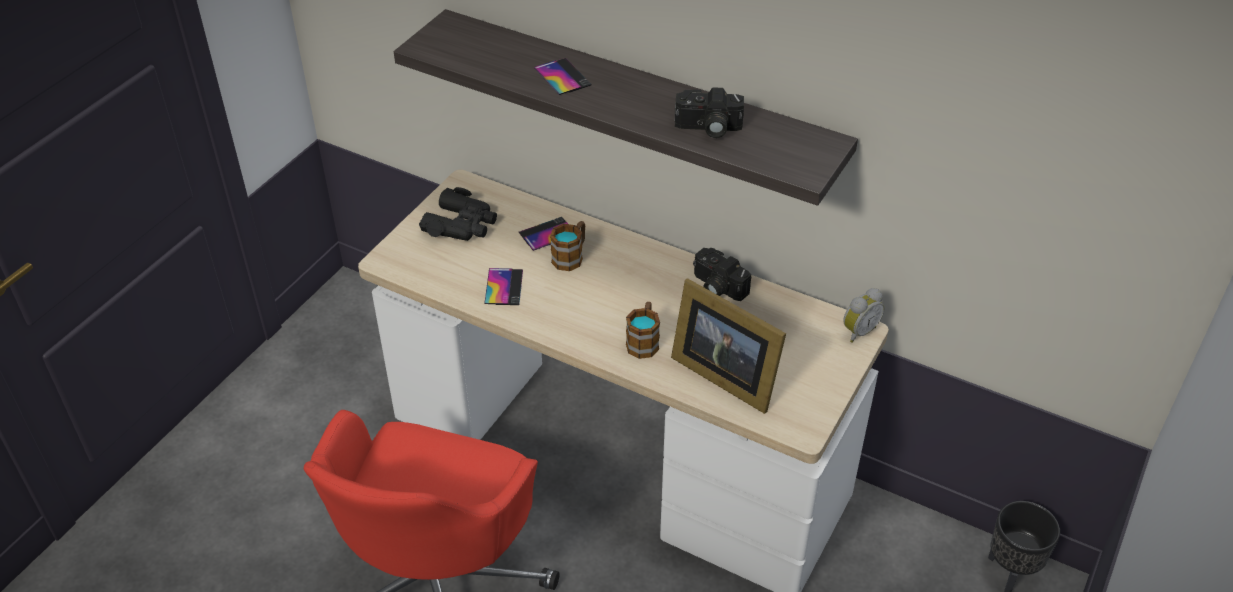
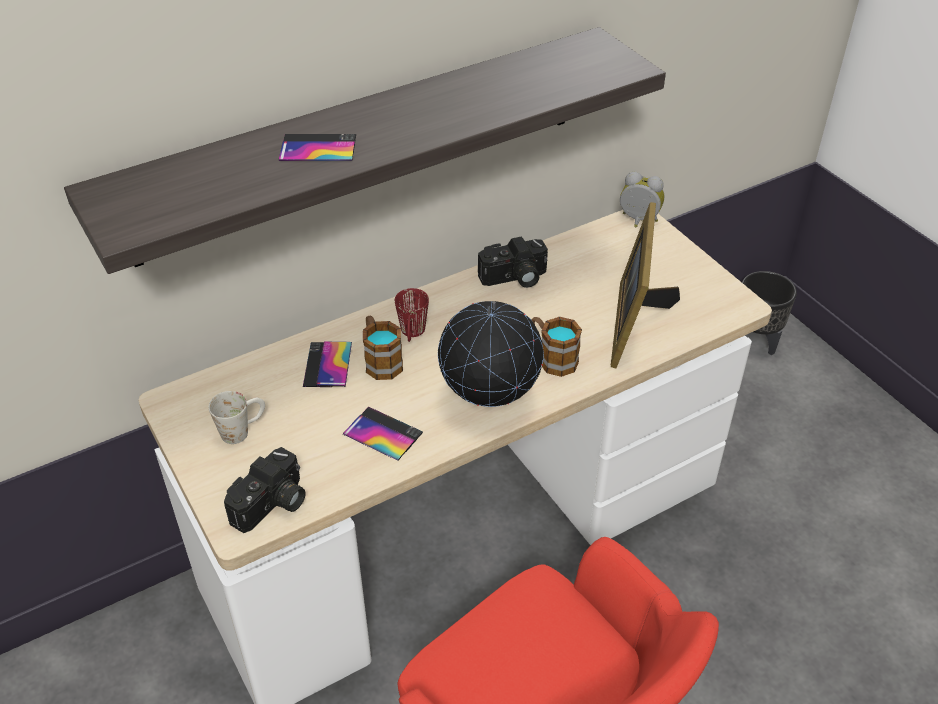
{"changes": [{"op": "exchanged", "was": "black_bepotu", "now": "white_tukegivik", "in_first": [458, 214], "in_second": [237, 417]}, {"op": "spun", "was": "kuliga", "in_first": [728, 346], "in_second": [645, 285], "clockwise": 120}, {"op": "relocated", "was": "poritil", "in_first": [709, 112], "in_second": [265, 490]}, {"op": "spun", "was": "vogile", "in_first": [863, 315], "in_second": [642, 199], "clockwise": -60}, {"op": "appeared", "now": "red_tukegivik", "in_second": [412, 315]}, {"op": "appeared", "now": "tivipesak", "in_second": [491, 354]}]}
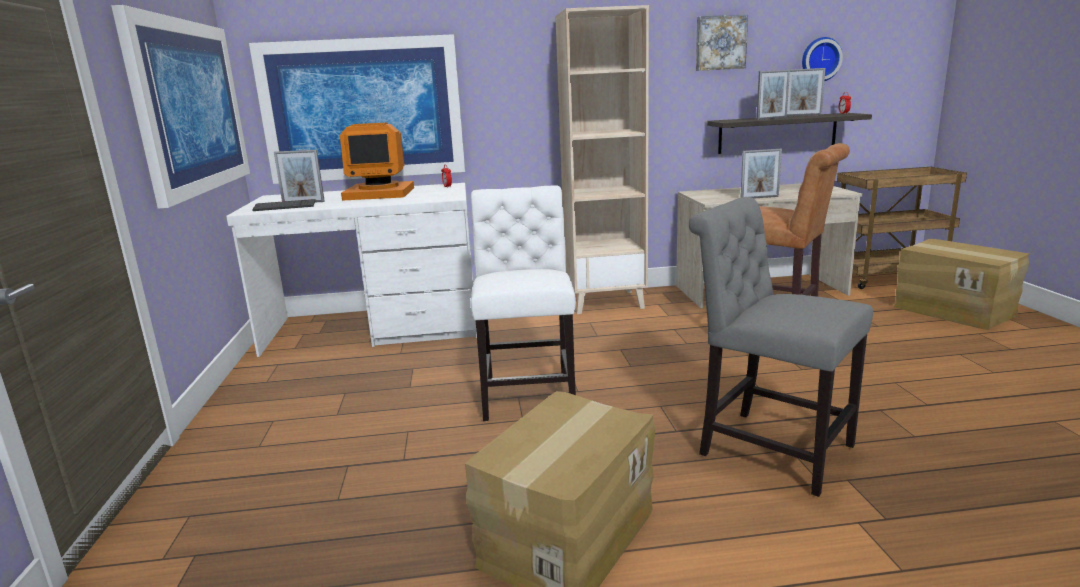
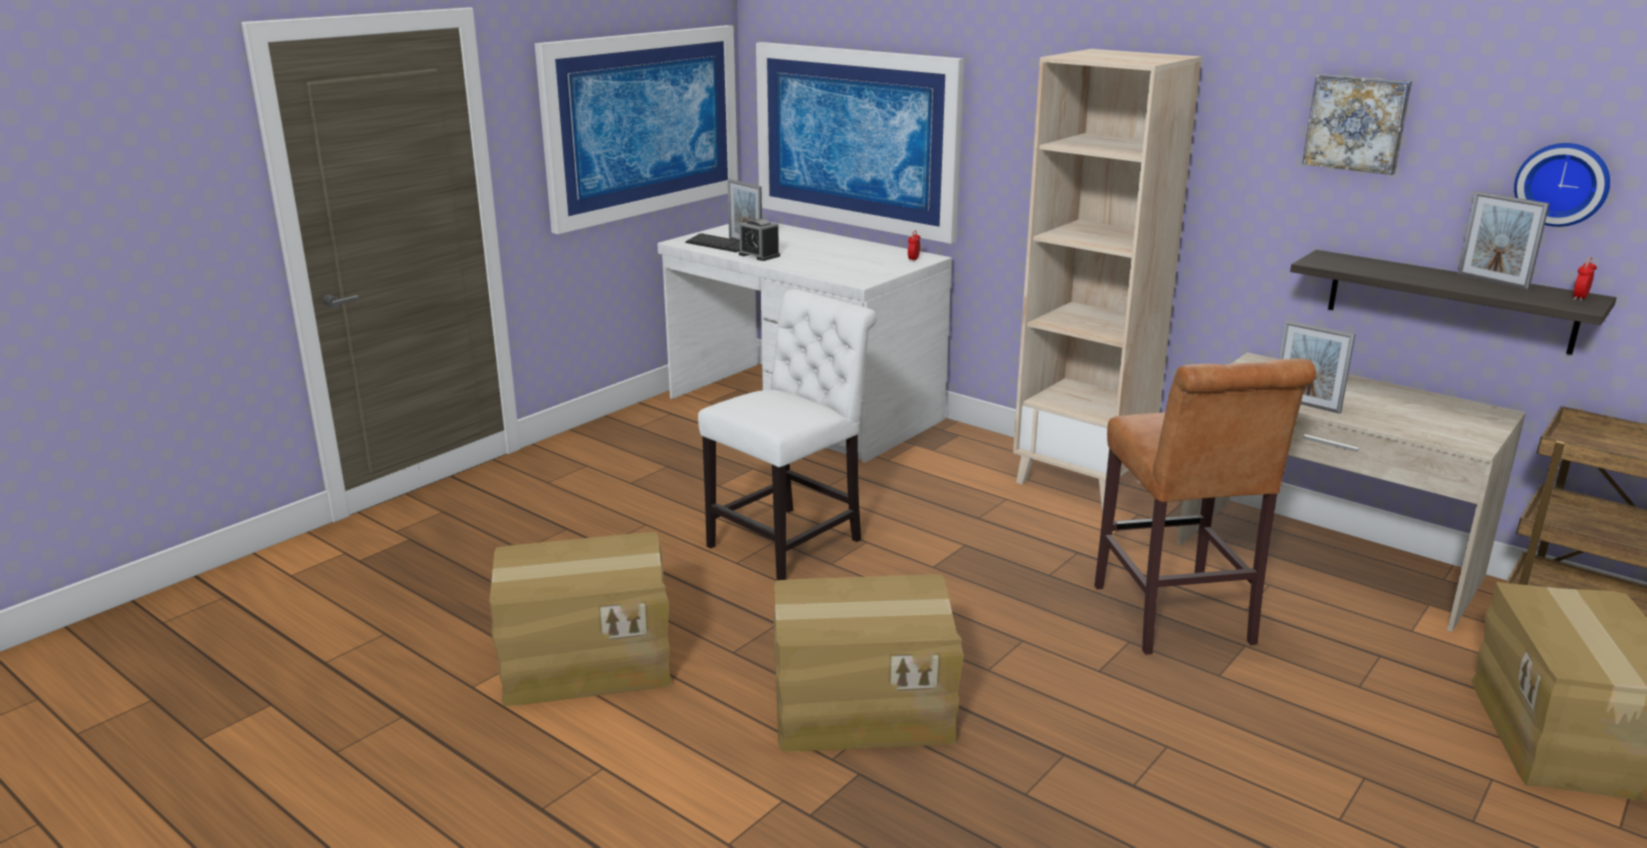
{"changes": [{"op": "missing", "was": "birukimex", "in_first": [377, 161]}, {"op": "exchanged", "was": "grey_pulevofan", "now": "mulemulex", "in_first": [781, 347], "in_second": [869, 662]}, {"op": "missing", "was": "kuliga", "in_first": [773, 95]}, {"op": "appeared", "now": "vogile", "in_second": [759, 240]}]}
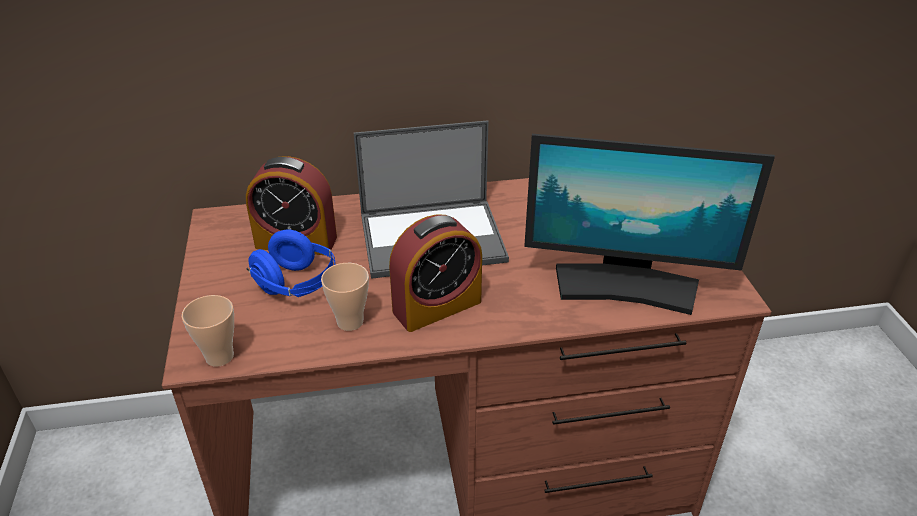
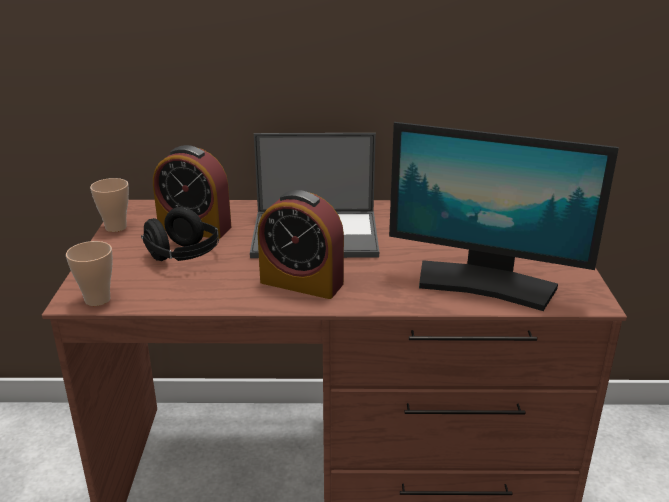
{"changes": [{"op": "colour", "was": "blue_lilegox", "now": "black_lilegox", "in_first": [291, 263], "in_second": [180, 234]}, {"op": "relocated", "was": "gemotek", "in_first": [345, 297], "in_second": [109, 205]}, {"op": "spun", "was": "vogile", "in_first": [435, 273], "in_second": [301, 244], "clockwise": 45}]}
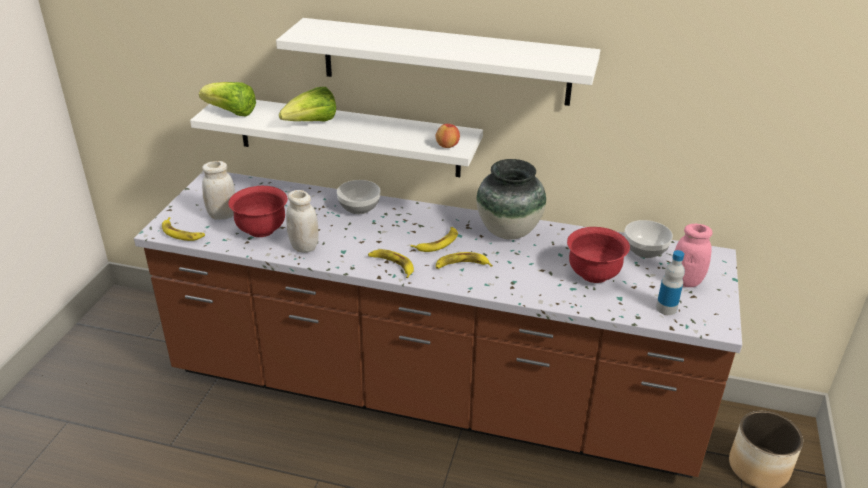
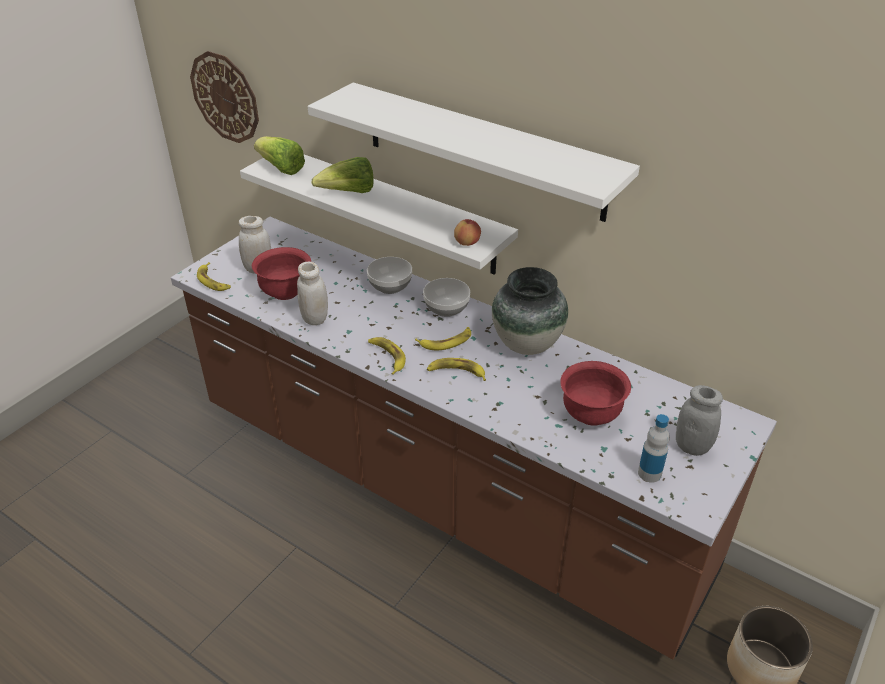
{"changes": [{"op": "relocated", "was": "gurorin", "in_first": [648, 239], "in_second": [446, 297]}, {"op": "colour", "was": "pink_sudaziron", "now": "grey_sudaziron", "in_first": [694, 255], "in_second": [699, 420]}, {"op": "appeared", "now": "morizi", "in_second": [224, 97]}]}
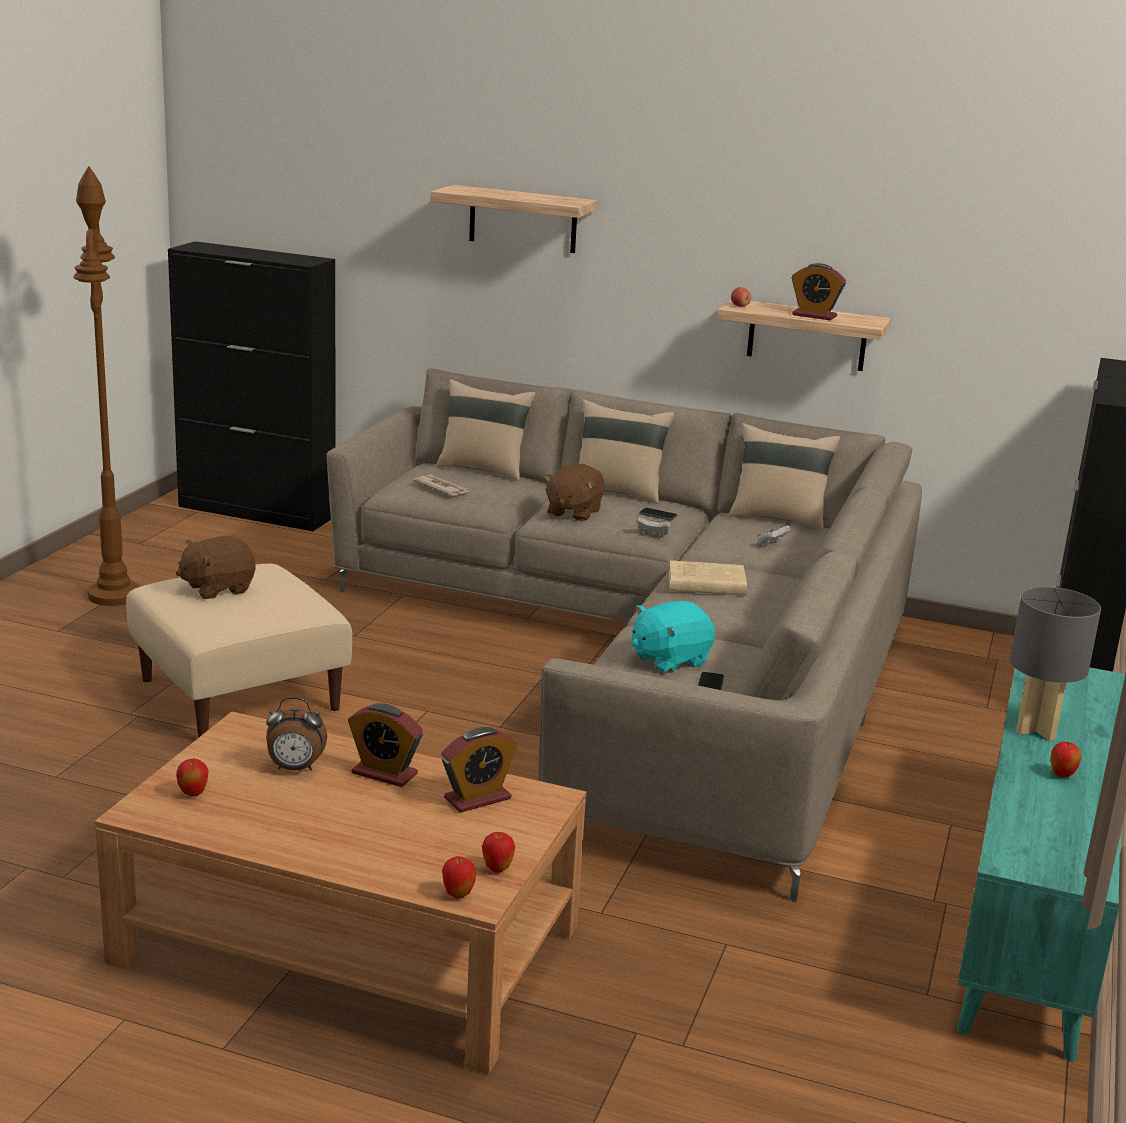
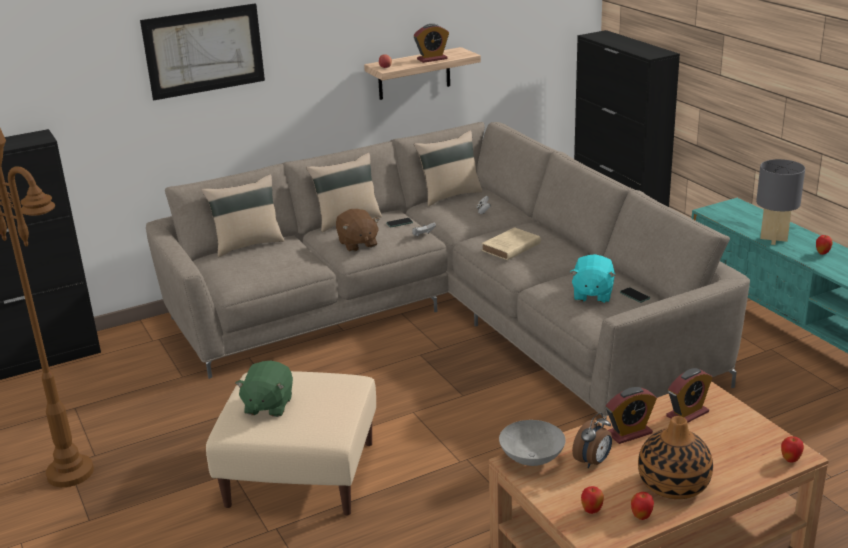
{"changes": [{"op": "colour", "was": "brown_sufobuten", "now": "green_sufobuten", "in_first": [216, 567], "in_second": [264, 389]}, {"op": "missing", "was": "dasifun", "in_first": [442, 485]}, {"op": "exchanged", "was": "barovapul", "now": "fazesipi", "in_first": [513, 219], "in_second": [202, 51]}, {"op": "spun", "was": "vogile", "in_first": [479, 770], "in_second": [689, 395], "clockwise": 45}, {"op": "relocated", "was": "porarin", "in_first": [498, 852], "in_second": [642, 506]}, {"op": "appeared", "now": "grey_gurorin", "in_second": [532, 443]}, {"op": "appeared", "now": "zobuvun", "in_second": [675, 457]}]}
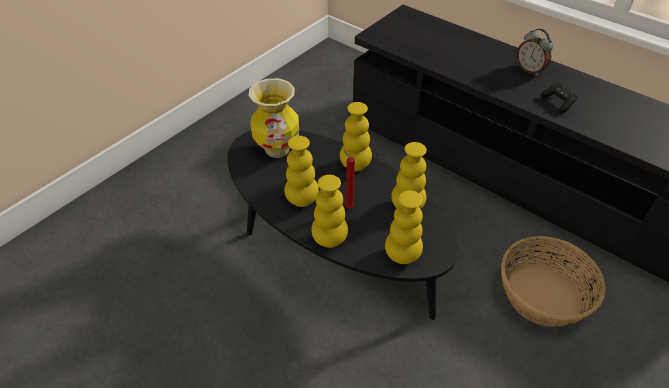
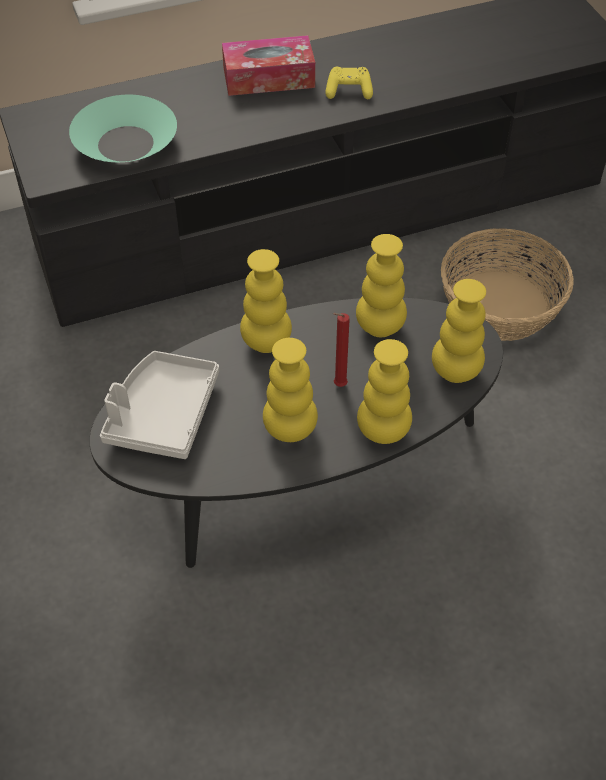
{"changes": [{"op": "exchanged", "was": "zobuvun", "now": "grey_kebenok", "in_first": [273, 118], "in_second": [159, 405]}, {"op": "exchanged", "was": "vogile", "now": "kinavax", "in_first": [534, 52], "in_second": [268, 65]}, {"op": "colour", "was": "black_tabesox", "now": "yellow_tabesox", "in_first": [559, 98], "in_second": [349, 83]}, {"op": "appeared", "now": "turquoise_gurorin", "in_second": [123, 128]}]}
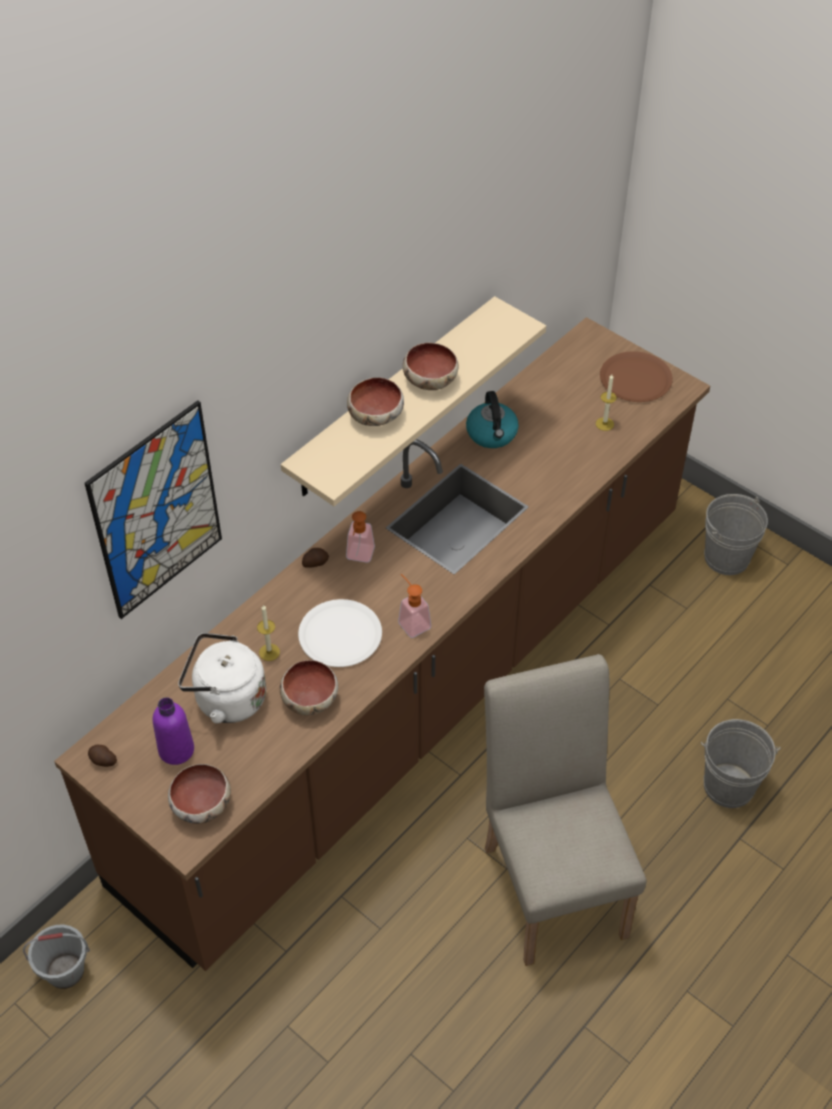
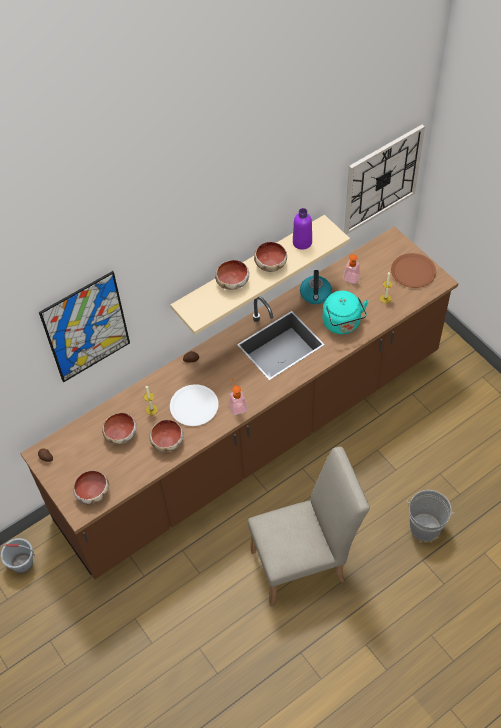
{"changes": [{"op": "relocated", "was": "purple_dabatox", "in_first": [173, 731], "in_second": [302, 229]}, {"op": "exchanged", "was": "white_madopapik", "now": "gurorin", "in_first": [222, 678], "in_second": [119, 428]}, {"op": "relocated", "was": "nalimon", "in_first": [360, 537], "in_second": [351, 269]}, {"op": "spun", "was": "beige_pulevofan", "in_first": [565, 810], "in_second": [309, 526], "clockwise": 75}, {"op": "missing", "was": "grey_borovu", "in_first": [736, 534]}, {"op": "appeared", "now": "turquoise_madopapik", "in_second": [345, 312]}, {"op": "appeared", "now": "morizi", "in_second": [384, 179]}]}
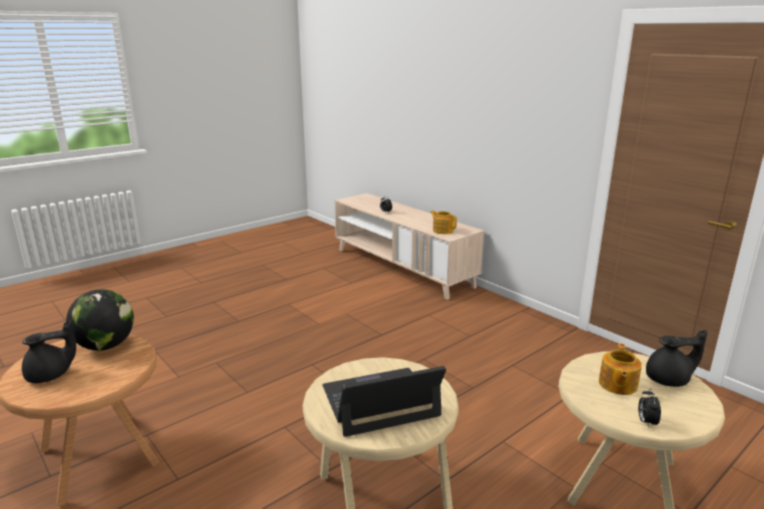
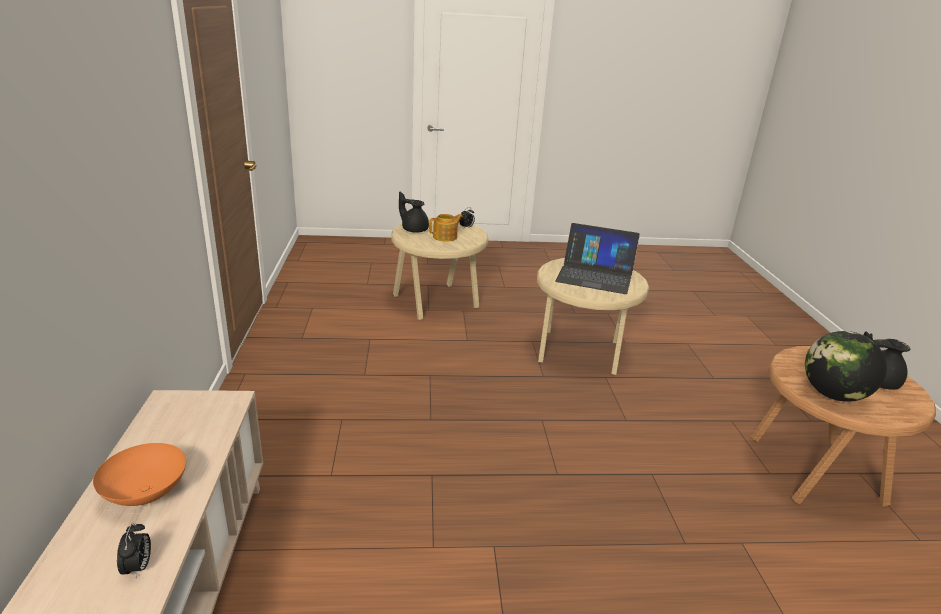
{"changes": [{"op": "missing", "was": "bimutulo", "in_first": [443, 222]}, {"op": "appeared", "now": "orange_gurorin", "in_second": [139, 474]}]}
